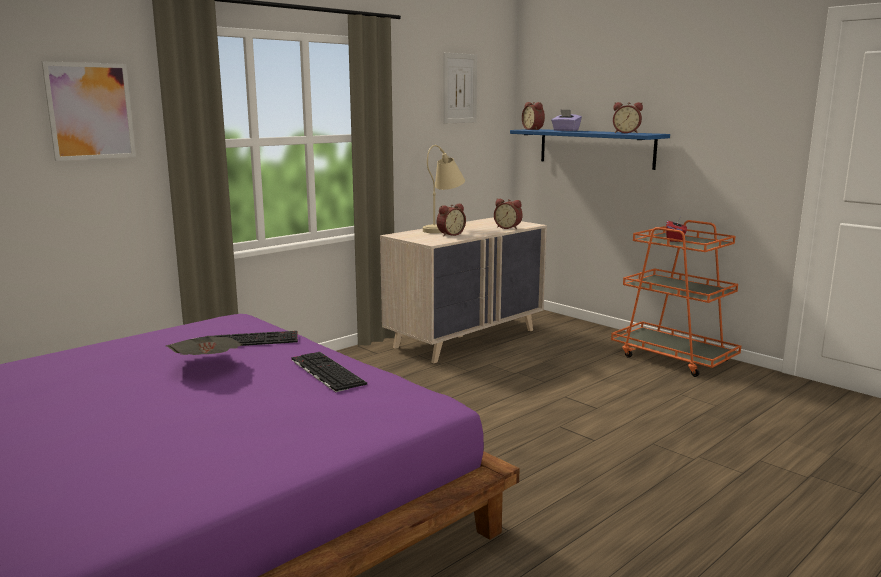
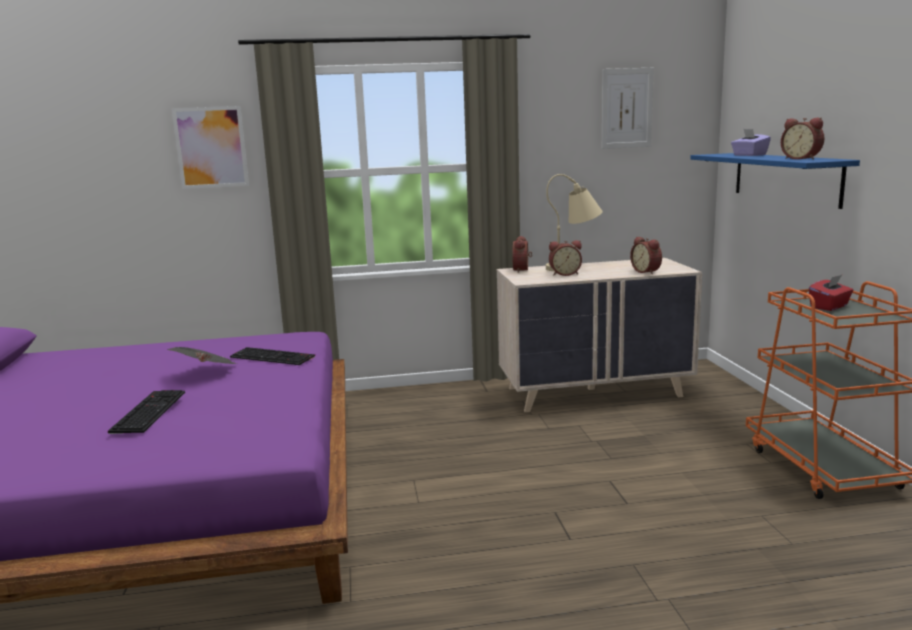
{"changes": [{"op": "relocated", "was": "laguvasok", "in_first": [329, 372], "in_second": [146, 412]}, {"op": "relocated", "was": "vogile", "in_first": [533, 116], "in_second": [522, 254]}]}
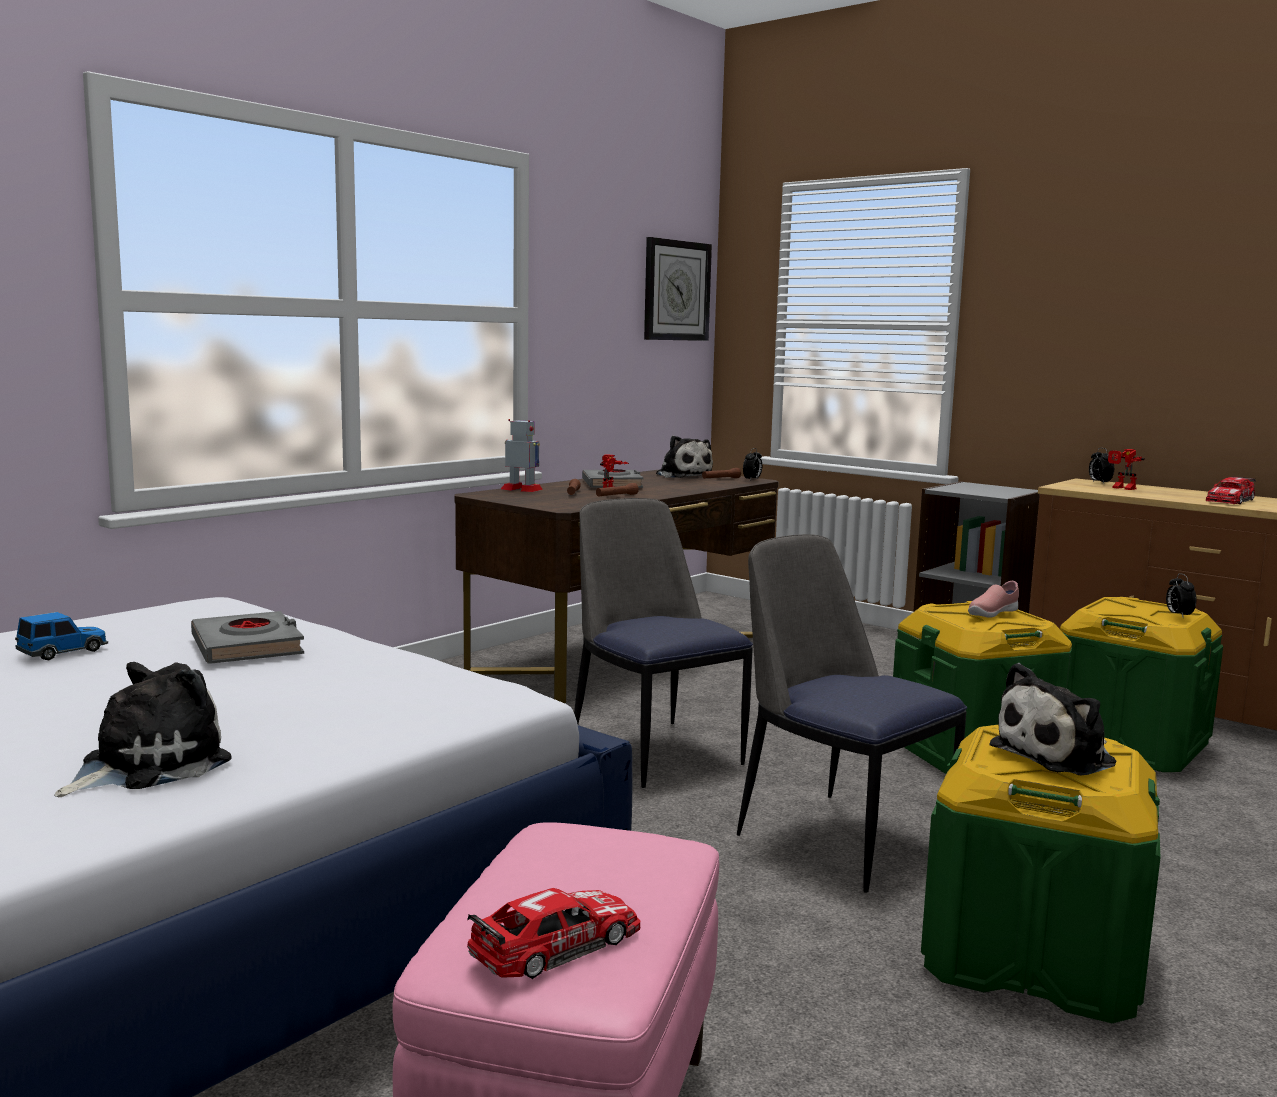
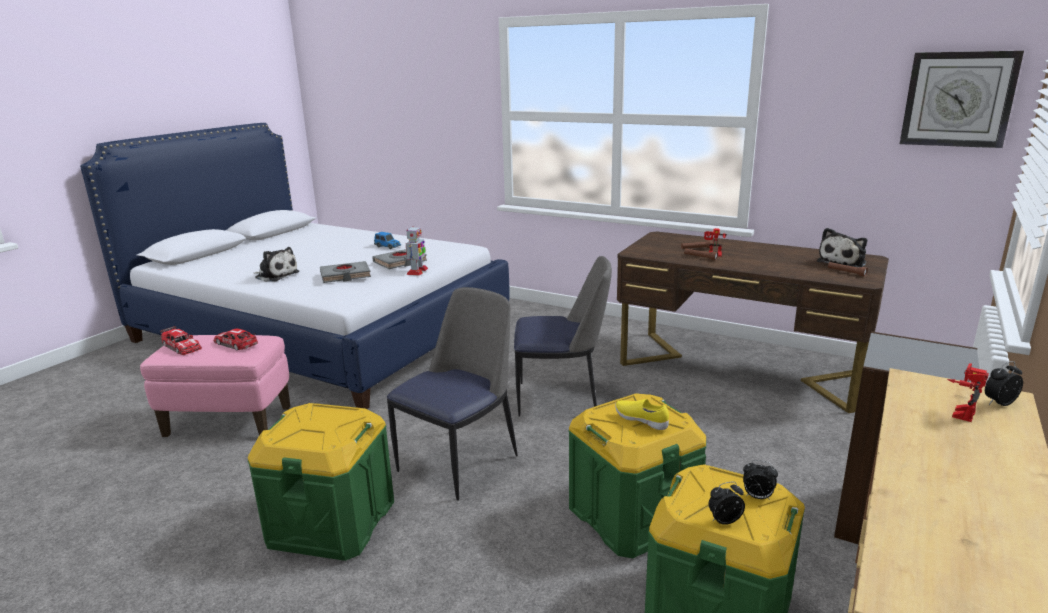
{"changes": [{"op": "relocated", "was": "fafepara", "in_first": [522, 455], "in_second": [417, 251]}, {"op": "spun", "was": "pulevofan", "in_first": [663, 643], "in_second": [563, 336], "clockwise": 45}, {"op": "relocated", "was": "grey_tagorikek", "in_first": [612, 478], "in_second": [345, 272]}, {"op": "relocated", "was": "vogile", "in_first": [752, 464], "in_second": [760, 480]}, {"op": "colour", "was": "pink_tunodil", "now": "yellow_tunodil", "in_first": [993, 599], "in_second": [642, 414]}, {"op": "missing", "was": "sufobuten", "in_first": [1053, 719]}, {"op": "relocated", "was": "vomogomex", "in_first": [1231, 490], "in_second": [235, 339]}]}
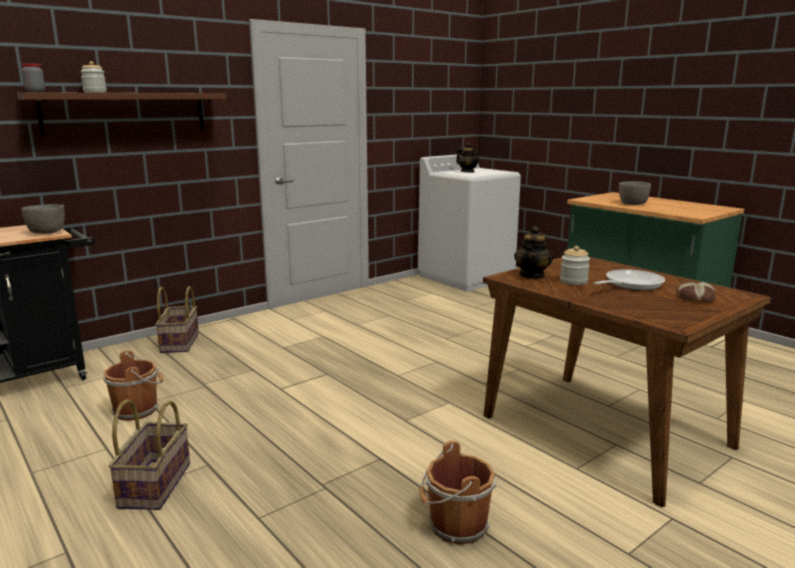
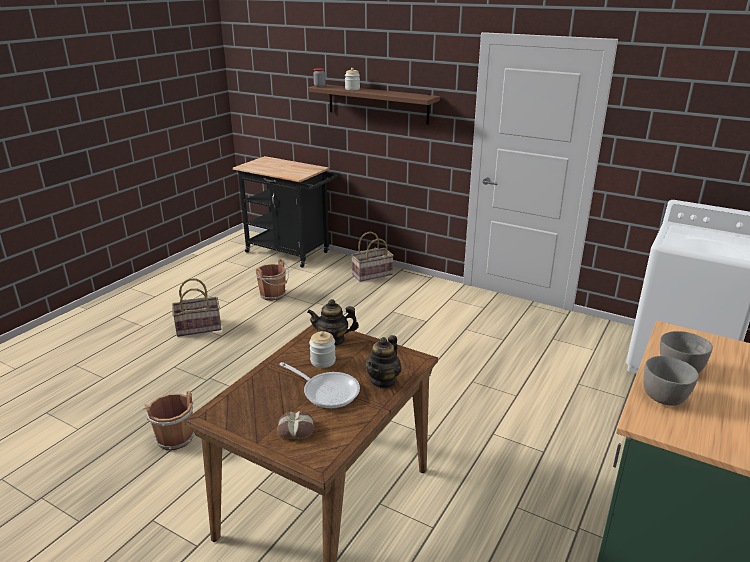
{"changes": [{"op": "relocated", "was": "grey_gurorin", "in_first": [43, 219], "in_second": [671, 381]}, {"op": "relocated", "was": "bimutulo", "in_first": [468, 157], "in_second": [383, 362]}]}
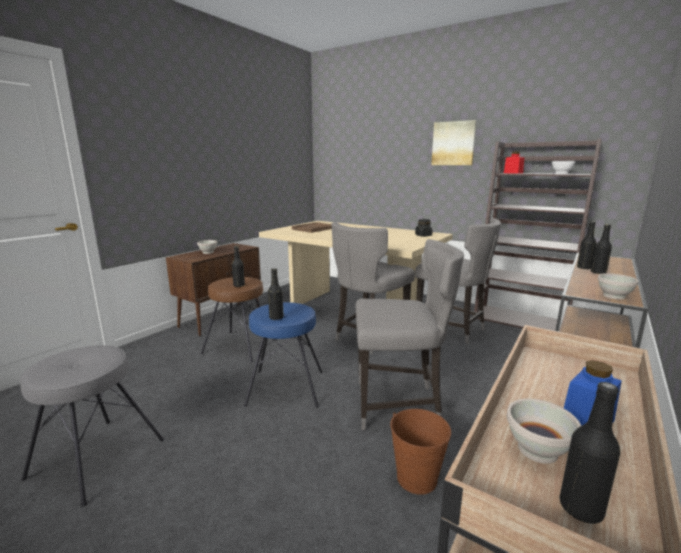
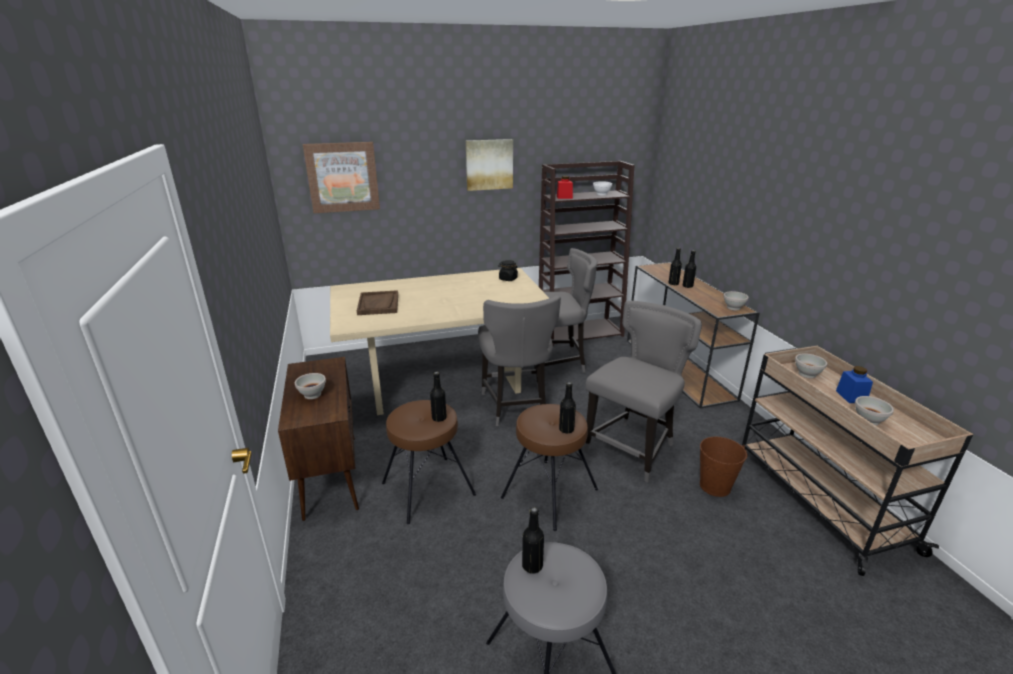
{"changes": [{"op": "colour", "was": "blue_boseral", "now": "brown_boseral", "in_first": [283, 355], "in_second": [549, 467]}, {"op": "relocated", "was": "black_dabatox", "in_first": [589, 453], "in_second": [533, 540]}, {"op": "appeared", "now": "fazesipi", "in_second": [341, 177]}, {"op": "appeared", "now": "white_gurorin", "in_second": [811, 365]}]}
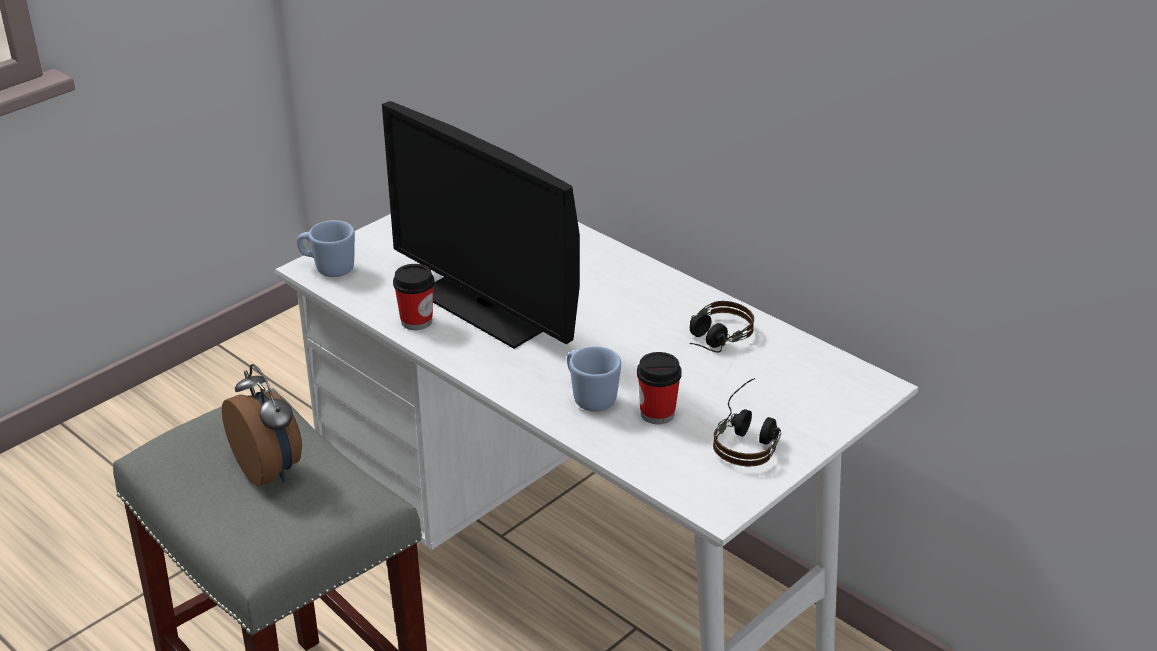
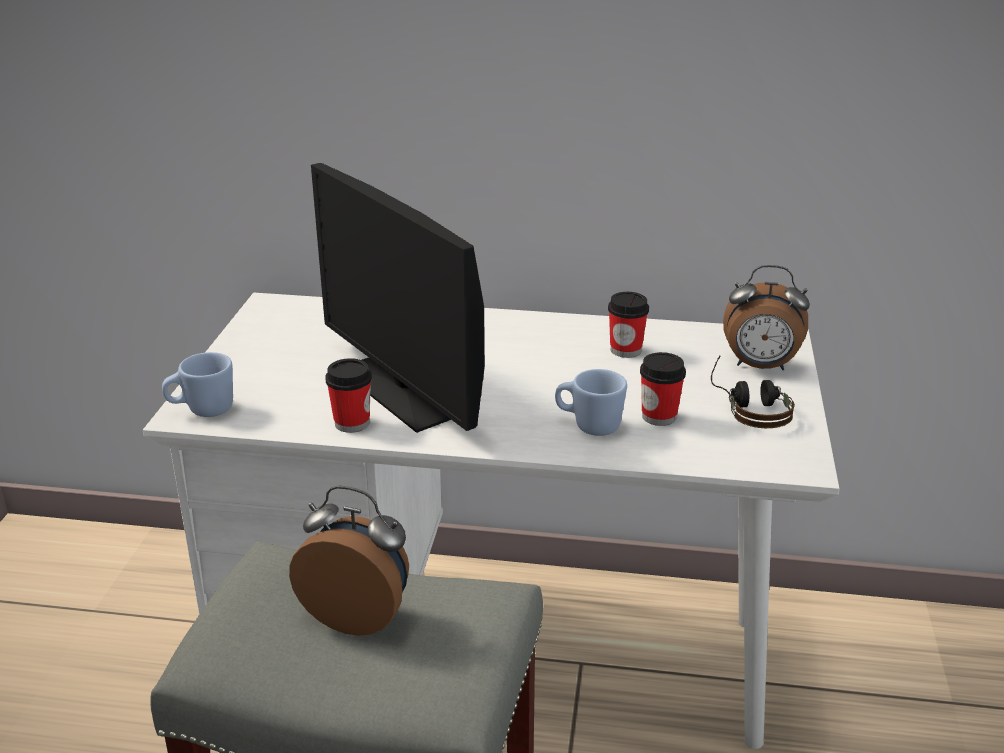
{"changes": [{"op": "spun", "was": "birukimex", "in_first": [481, 225], "in_second": [398, 298], "clockwise": 45}, {"op": "exchanged", "was": "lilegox", "now": "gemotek", "in_first": [722, 326], "in_second": [628, 325]}, {"op": "appeared", "now": "vogile", "in_second": [766, 317]}]}
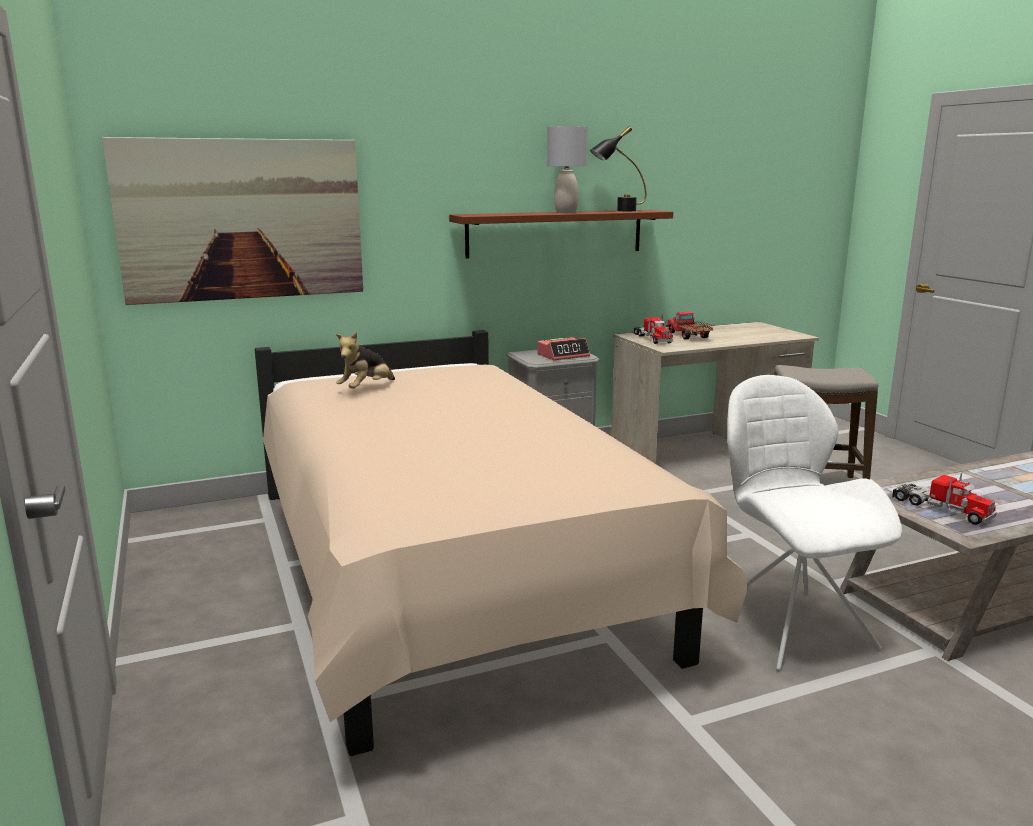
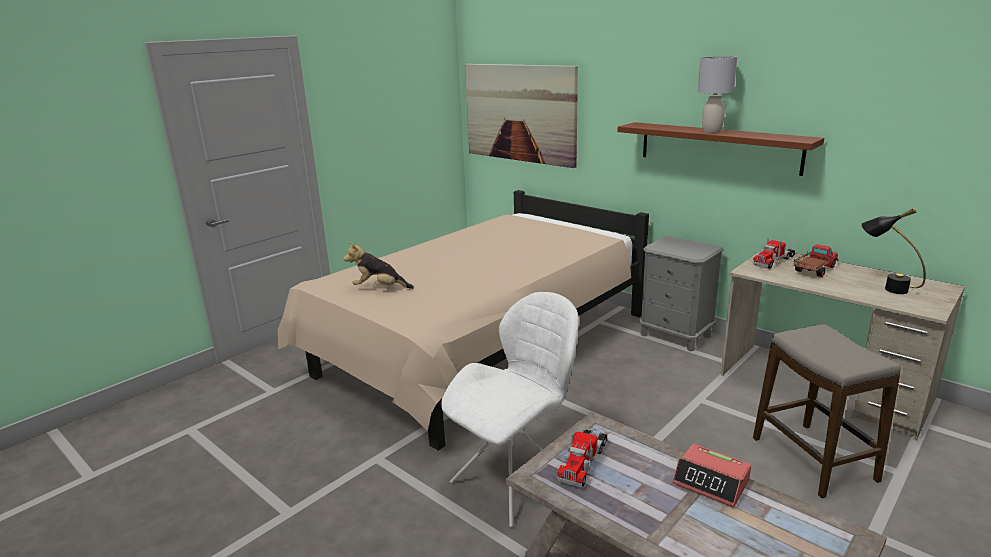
{"changes": [{"op": "relocated", "was": "sufobuten", "in_first": [365, 360], "in_second": [379, 265]}, {"op": "relocated", "was": "vogile", "in_first": [564, 348], "in_second": [712, 476]}, {"op": "relocated", "was": "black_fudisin", "in_first": [618, 168], "in_second": [893, 251]}]}
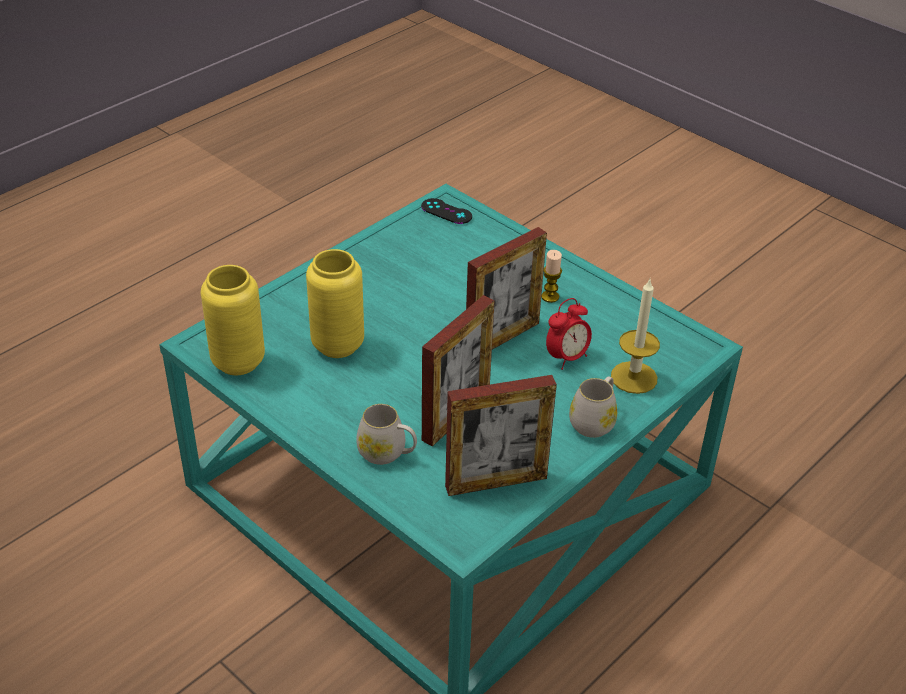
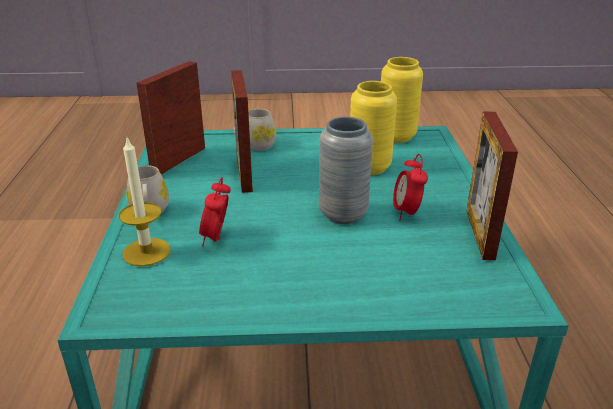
{"changes": [{"op": "missing", "was": "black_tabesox", "in_first": [446, 211]}, {"op": "relocated", "was": "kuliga", "in_first": [506, 288], "in_second": [492, 185]}, {"op": "missing", "was": "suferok", "in_first": [551, 276]}, {"op": "appeared", "now": "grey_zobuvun", "in_second": [346, 170]}, {"op": "appeared", "now": "vogile", "in_second": [410, 187]}]}
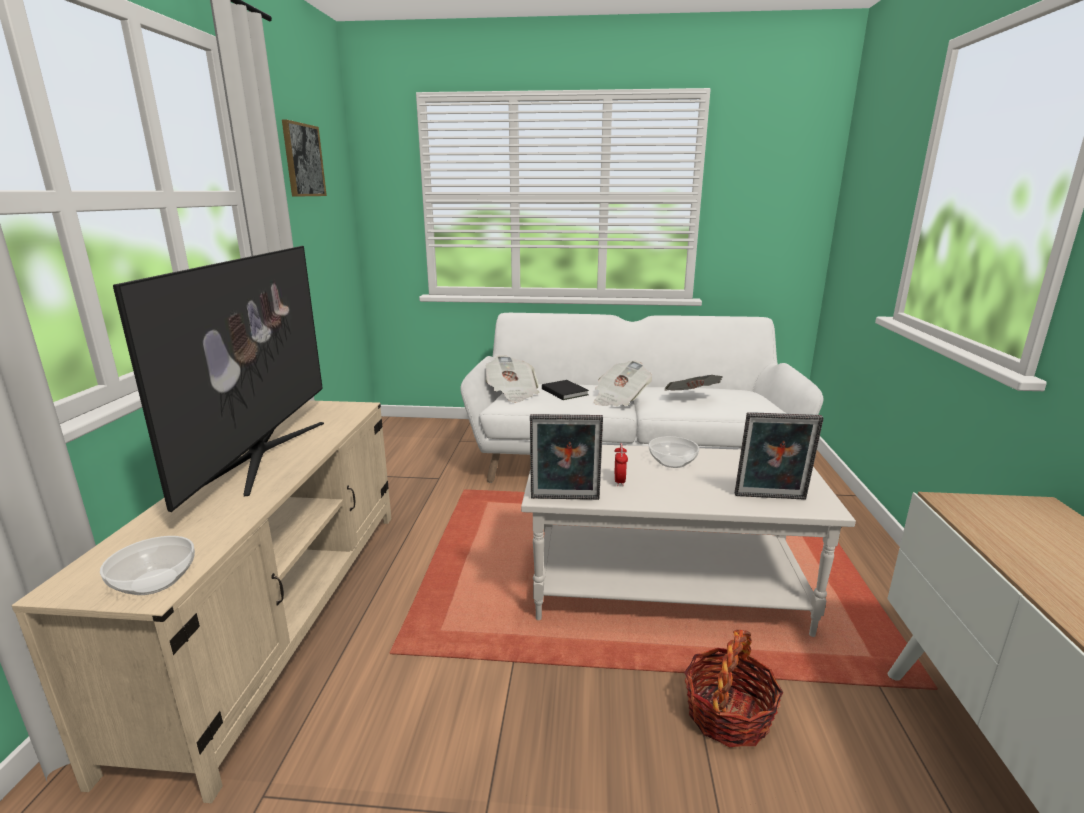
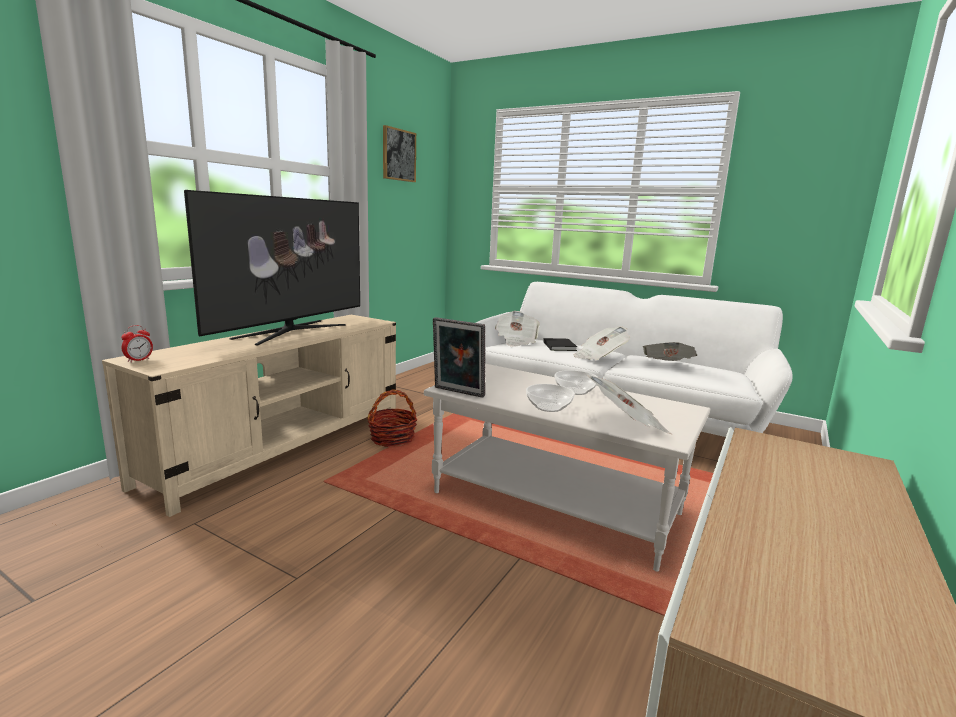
{"changes": [{"op": "relocated", "was": "gurorin", "in_first": [147, 565], "in_second": [550, 398]}, {"op": "relocated", "was": "vogile", "in_first": [621, 464], "in_second": [137, 343]}, {"op": "relocated", "was": "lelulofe", "in_first": [733, 688], "in_second": [392, 418]}, {"op": "exchanged", "was": "kuliga", "now": "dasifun", "in_first": [779, 456], "in_second": [629, 404]}]}
